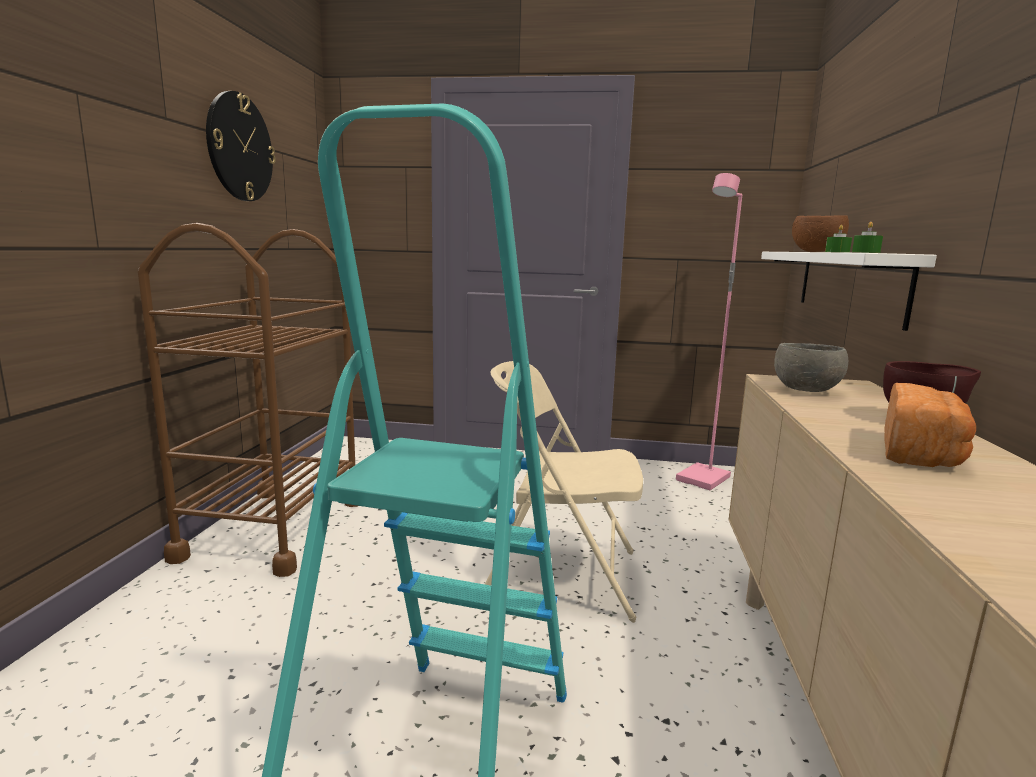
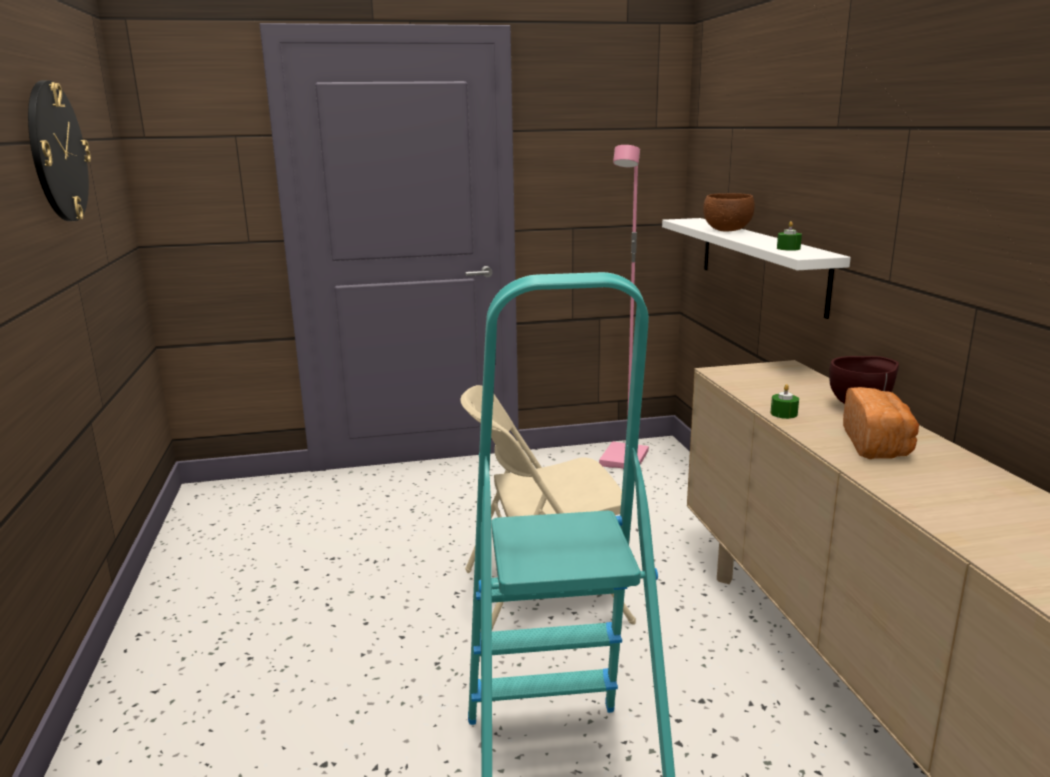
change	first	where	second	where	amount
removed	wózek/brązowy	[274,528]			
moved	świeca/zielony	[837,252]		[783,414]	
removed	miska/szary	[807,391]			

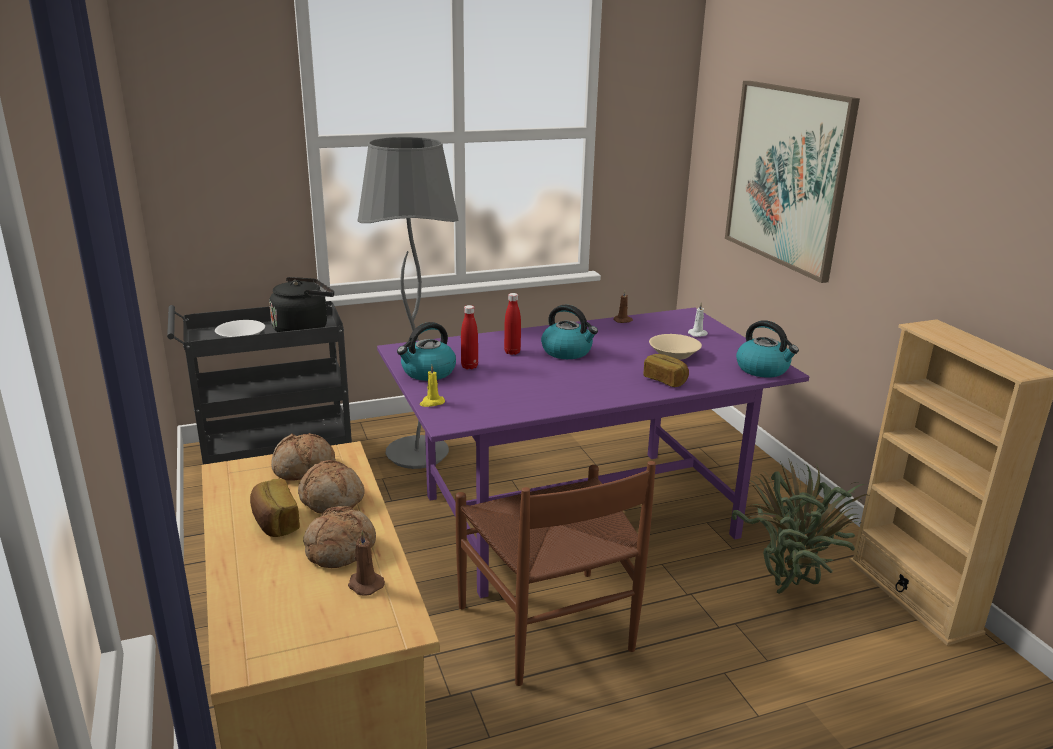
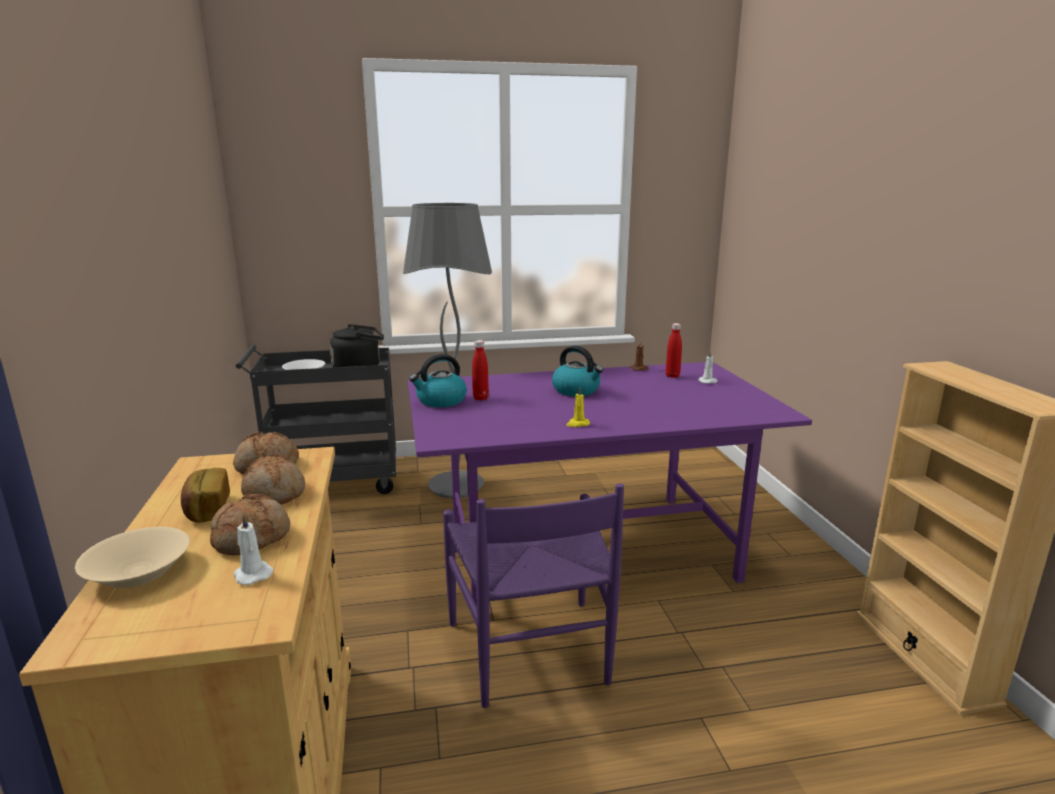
change	first	where	second	where	amount
removed	obraz	[787,176]			
moved	butelka/czerwony	[512,352]		[672,376]	
removed	czajnik	[763,369]			
moved	miska/beżowy	[674,354]		[138,572]	
removed	chleb	[665,380]			
moved	świeca/żółty	[431,403]		[577,424]	
removed	roślina doniczkowa	[791,587]			
recoloured	krzesło/brązowy	[550,628]	krzesło/fioletowy	[532,653]	
recoloured	świeca/brązowy	[364,584]	świeca/biały	[252,574]	

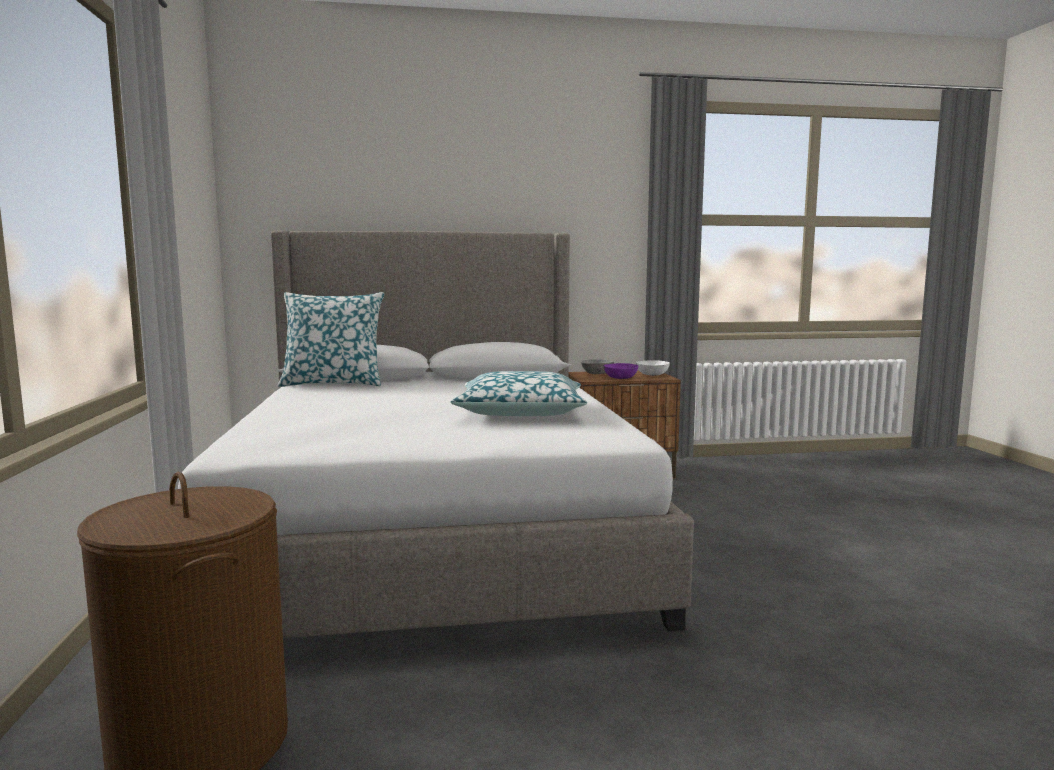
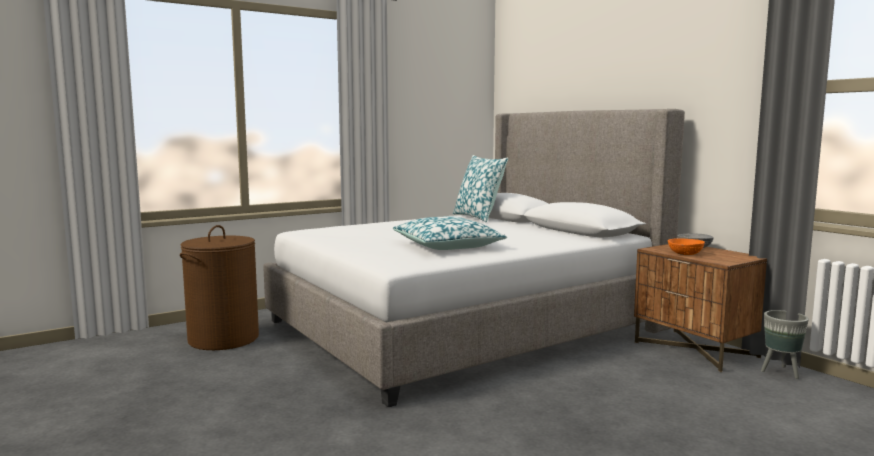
change	first	where	second	where	amount
removed	miska/biały	[652,374]			
recoloured	miska/fioletowy	[620,378]	miska/pomarańczowy	[685,253]	
added			donica/szary	[780,372]	

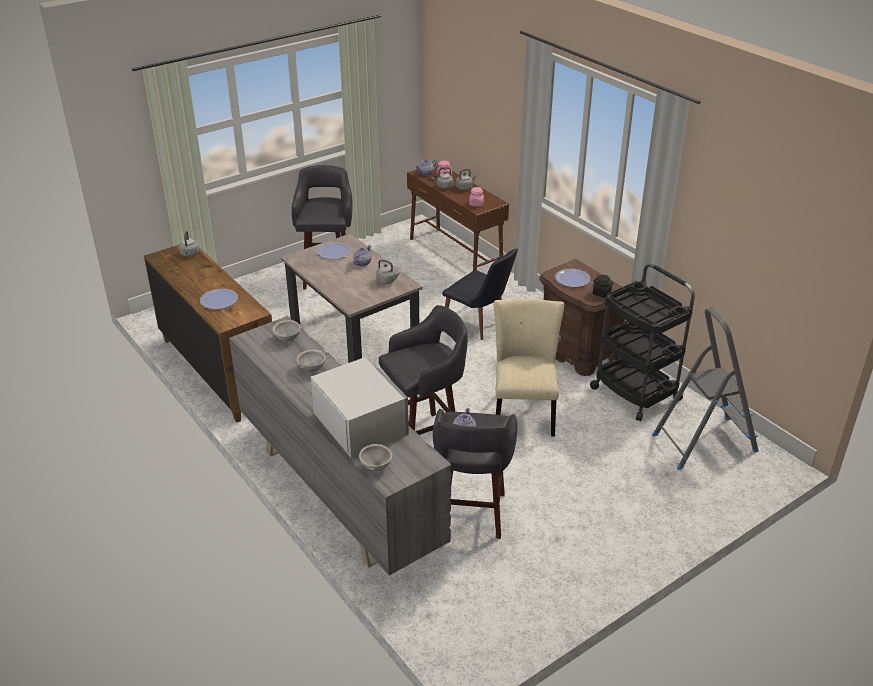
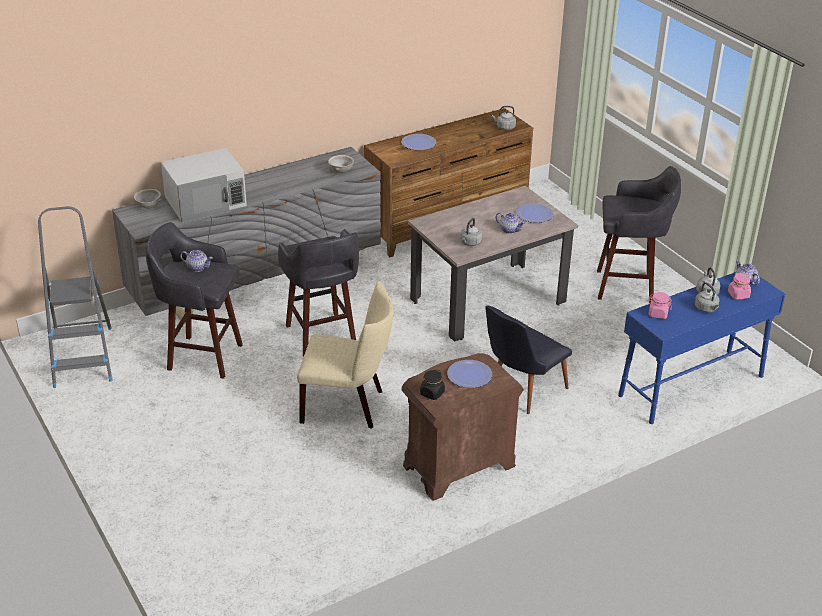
change	first	where	second	where	amount
recoloured	stolik konsolowy/brązowy	[455,255]	stolik konsolowy/niebieski	[690,386]	
removed	wózek/czarny	[634,393]			
moved	drabinka/szary	[705,442]		[83,357]	
removed	miska/szary	[311,369]			

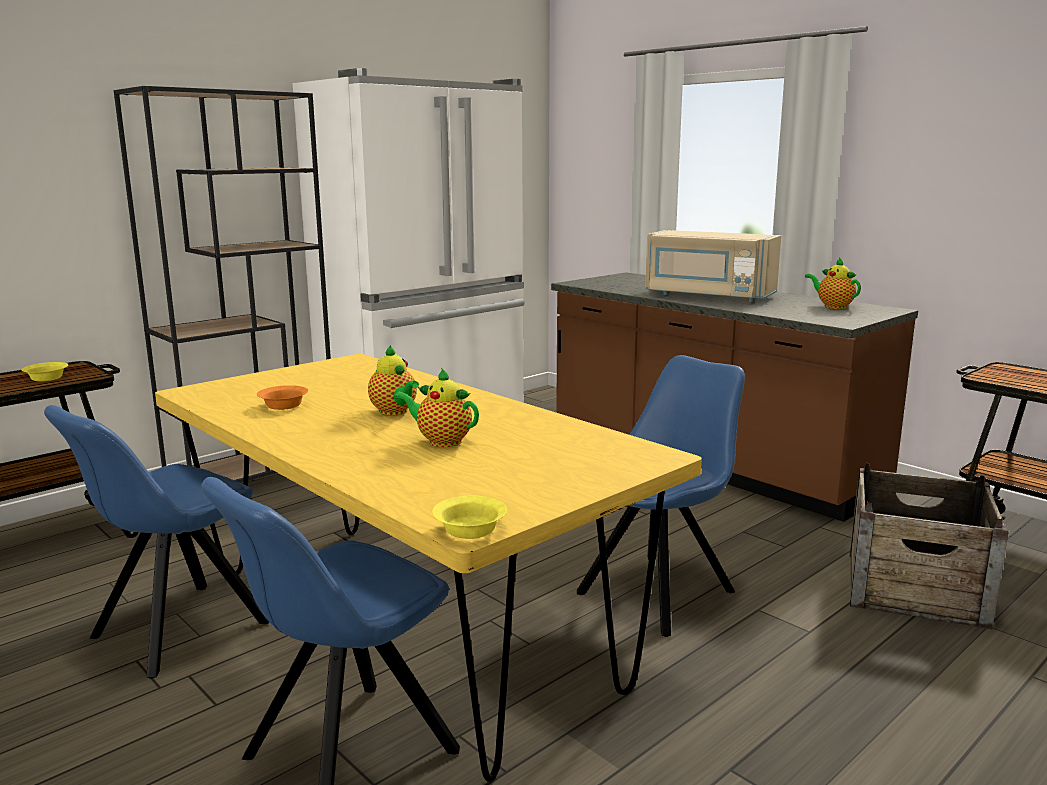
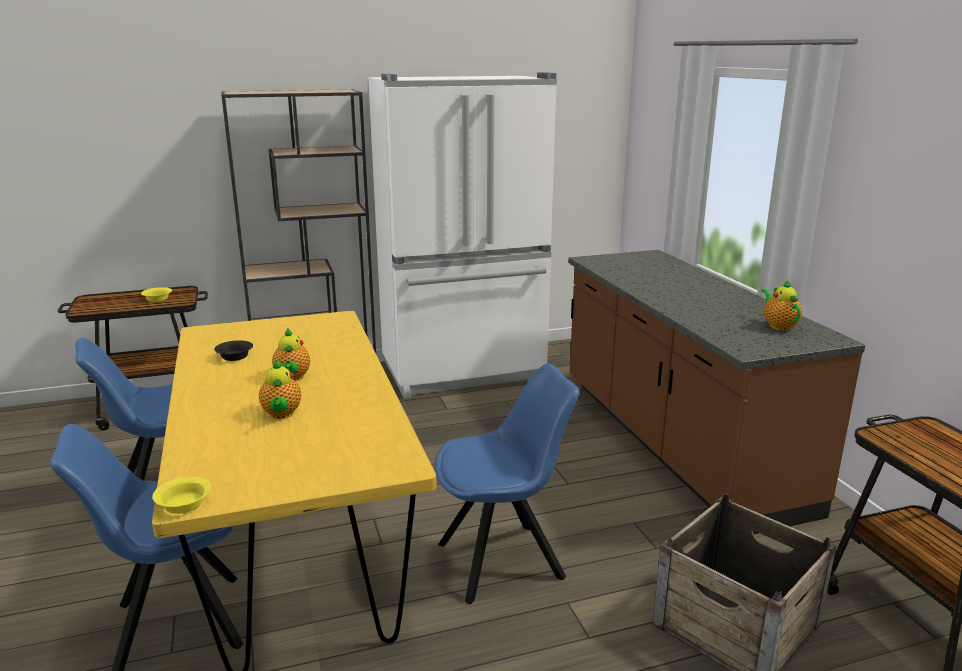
change	first	where	second	where	amount
removed	mikrofalówka/beżowy	[708,295]			
turned	imbryk	[441,441]		[281,414]	150 degrees counterclockwise
recoloured	miska/pomarańczowy	[283,405]	miska/czarny	[235,356]	

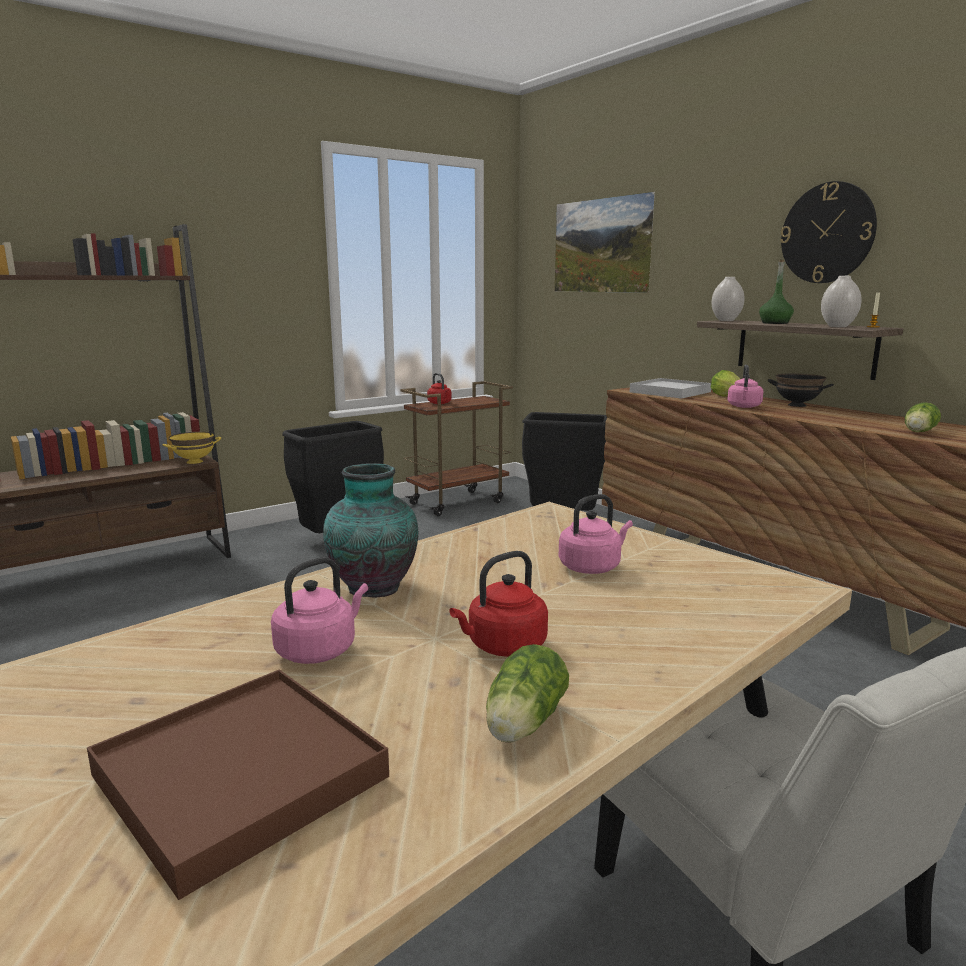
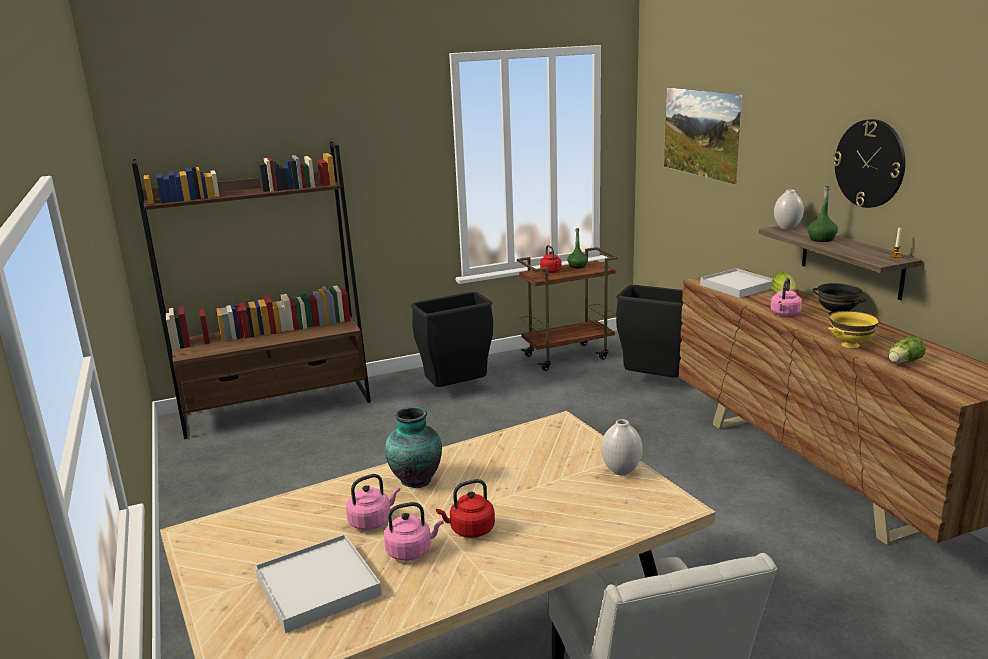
change	first	where	second	where	amount
moved	wazon/biały	[838,326]		[621,471]	
moved	miska/żółty	[194,462]		[850,345]	
moved	czajnik/różowy	[592,567]		[411,551]	
removed	sałata	[522,724]			
recoloured	taca/brązowy	[240,777]	taca/biały	[318,586]	
added			butelka/zielony	[577,266]	

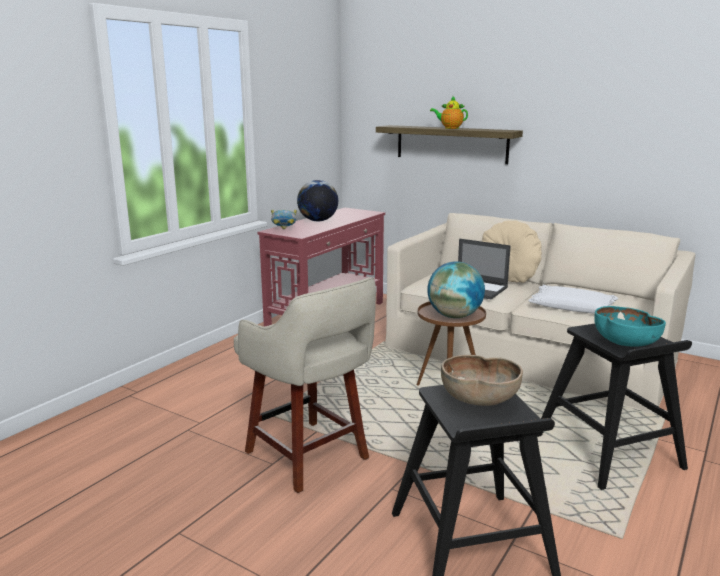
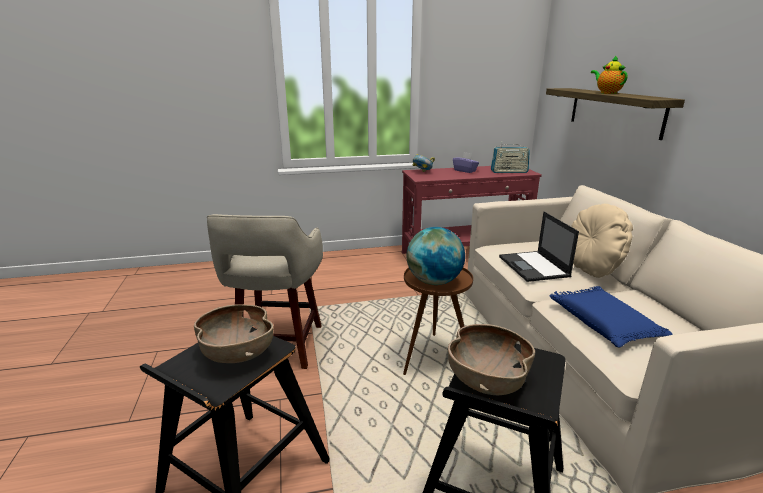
change	first	where	second	where	amount
replaced	globus	[318,221]	pudełko chusteczek/fioletowy	[465,170]	
recoloured	poduszka/biały	[572,305]	poduszka/niebieski	[604,321]	
recoloured	miska/turkusowy	[624,343]	miska/brązowy	[487,380]	
added			radio	[509,172]	

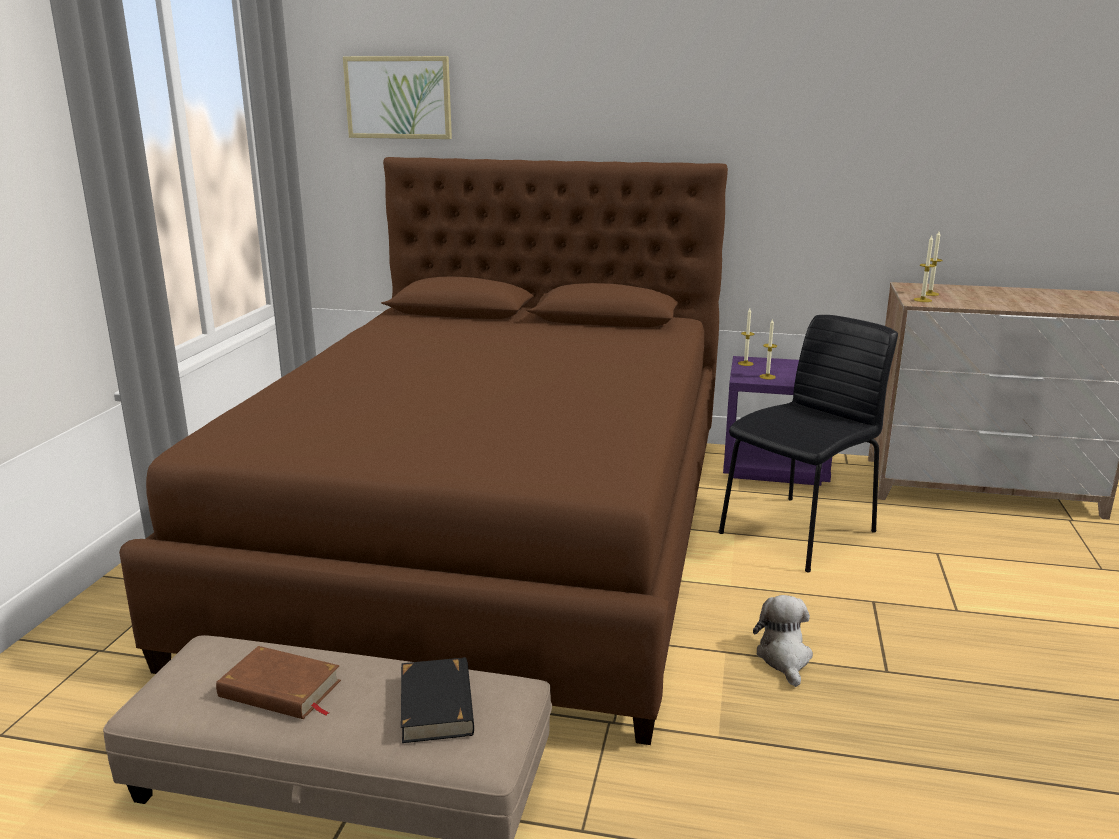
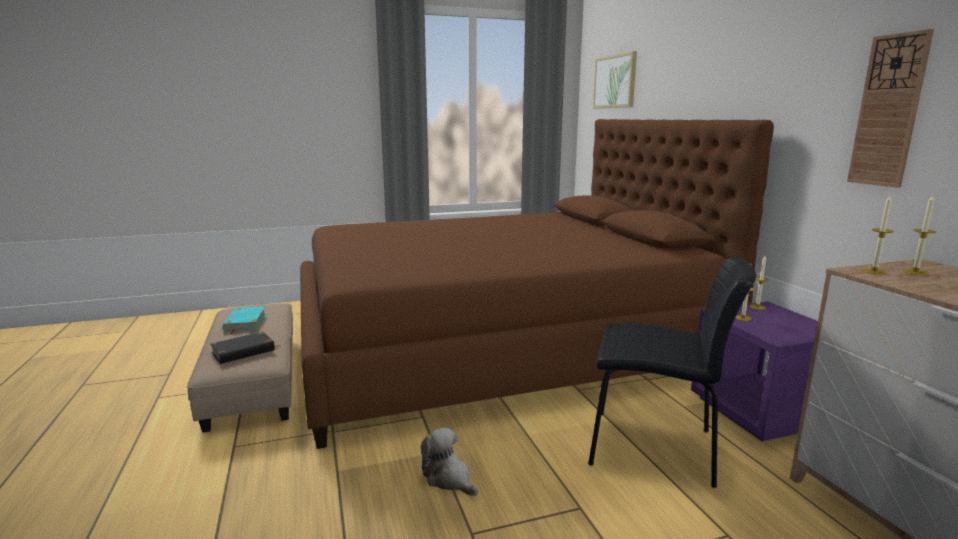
change	first	where	second	where	amount
turned	pluszak	[784,658]		[449,478]	105 degrees counterclockwise
recoloured	książka/brązowy	[280,690]	książka/turkusowy	[245,322]	
added			zegar ścienny	[888,111]	

